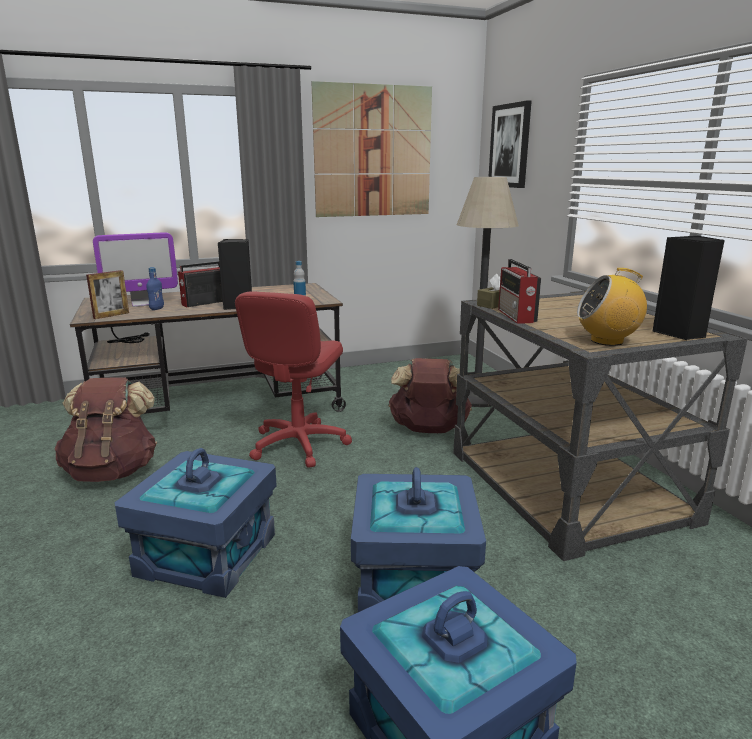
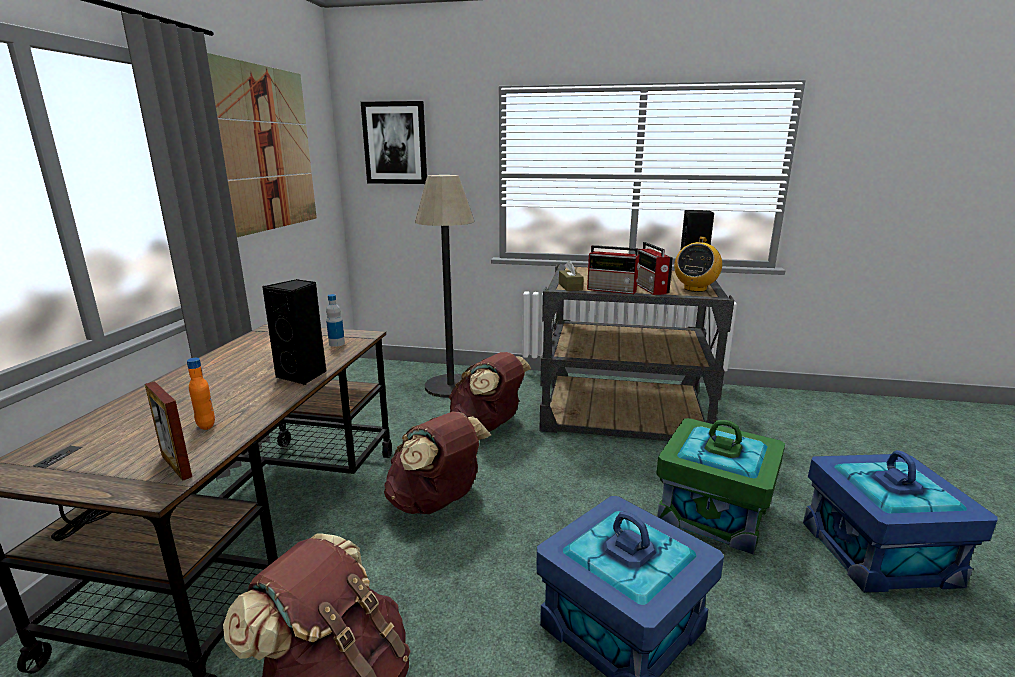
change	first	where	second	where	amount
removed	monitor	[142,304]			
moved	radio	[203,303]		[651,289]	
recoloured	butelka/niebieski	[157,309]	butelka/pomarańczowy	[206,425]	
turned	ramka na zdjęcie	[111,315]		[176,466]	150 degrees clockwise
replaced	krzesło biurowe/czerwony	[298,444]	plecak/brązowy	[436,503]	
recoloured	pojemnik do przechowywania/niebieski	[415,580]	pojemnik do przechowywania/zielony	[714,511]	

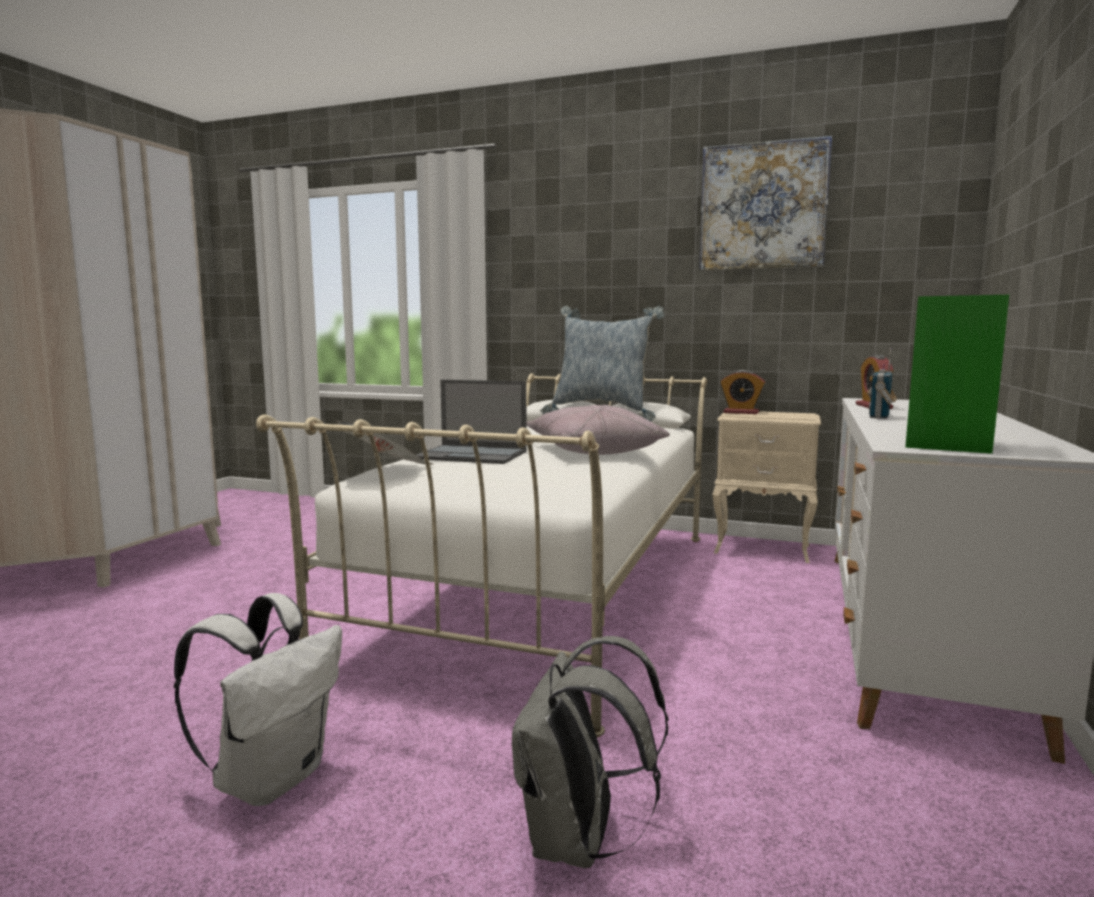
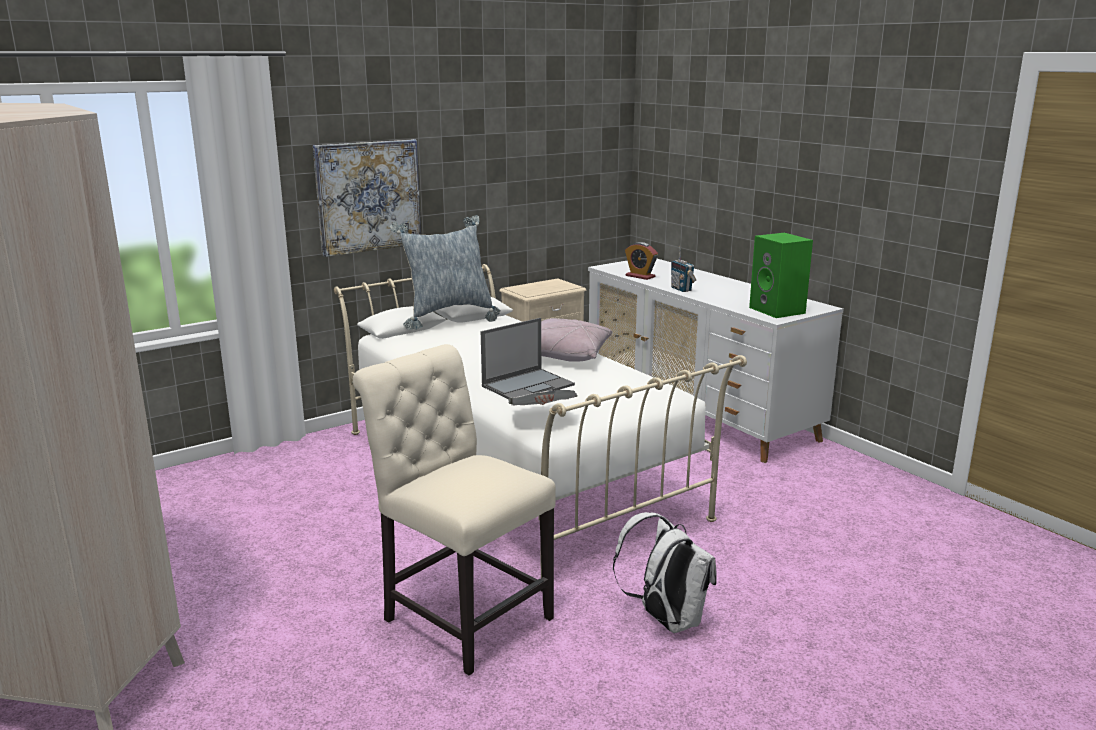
change	first	where	second	where	amount
moved	obraz	[763,206]		[368,196]	
removed	budzik	[741,412]			
removed	plecak/szary	[577,842]			
added			krzesło/beżowy	[461,615]	

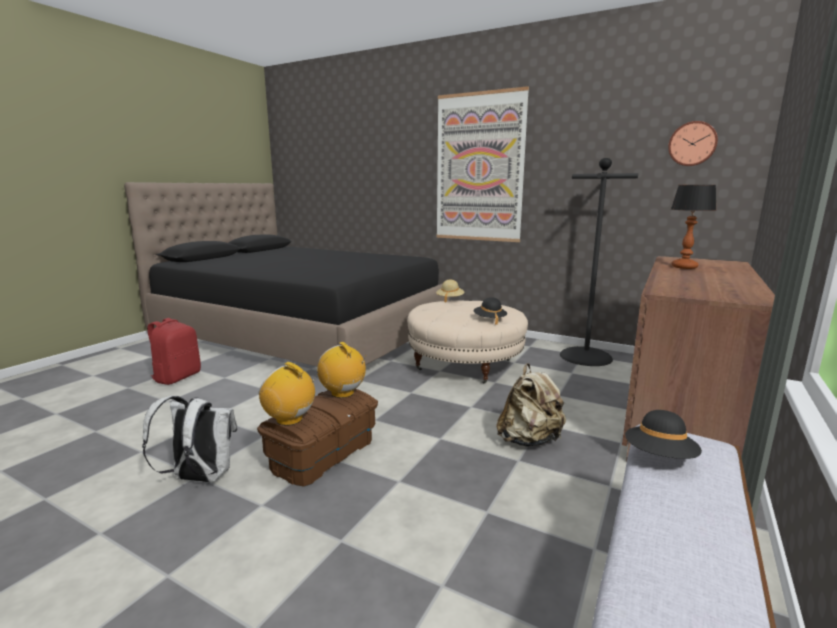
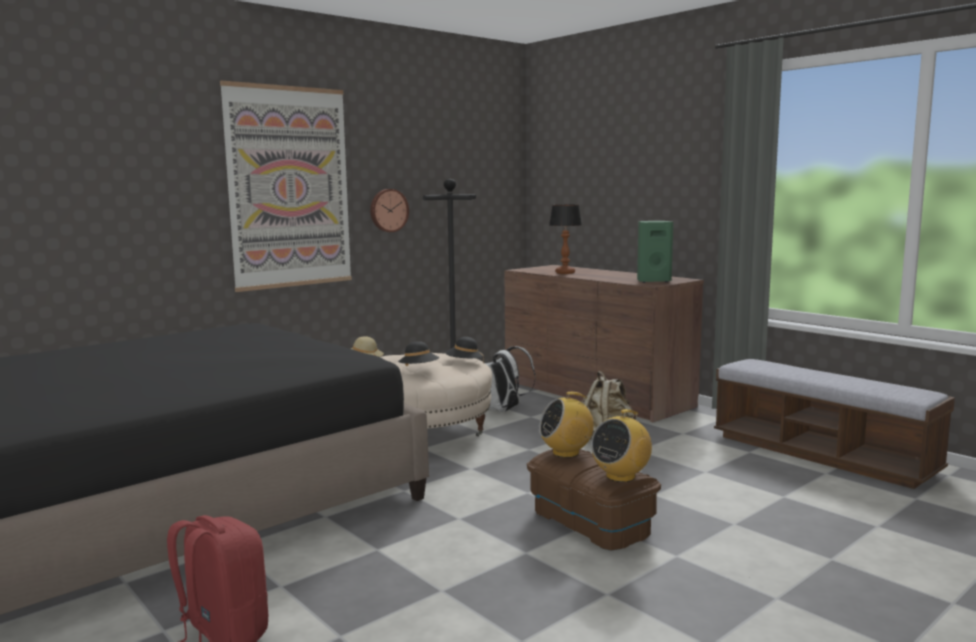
change	first	where	second	where	amount
moved	zegar ścienny	[692,144]		[388,210]	
moved	plecak/biały	[199,478]		[504,410]	
moved	kapelusz/czarny	[659,457]		[419,369]	
added			głośnik/zielony	[652,281]	

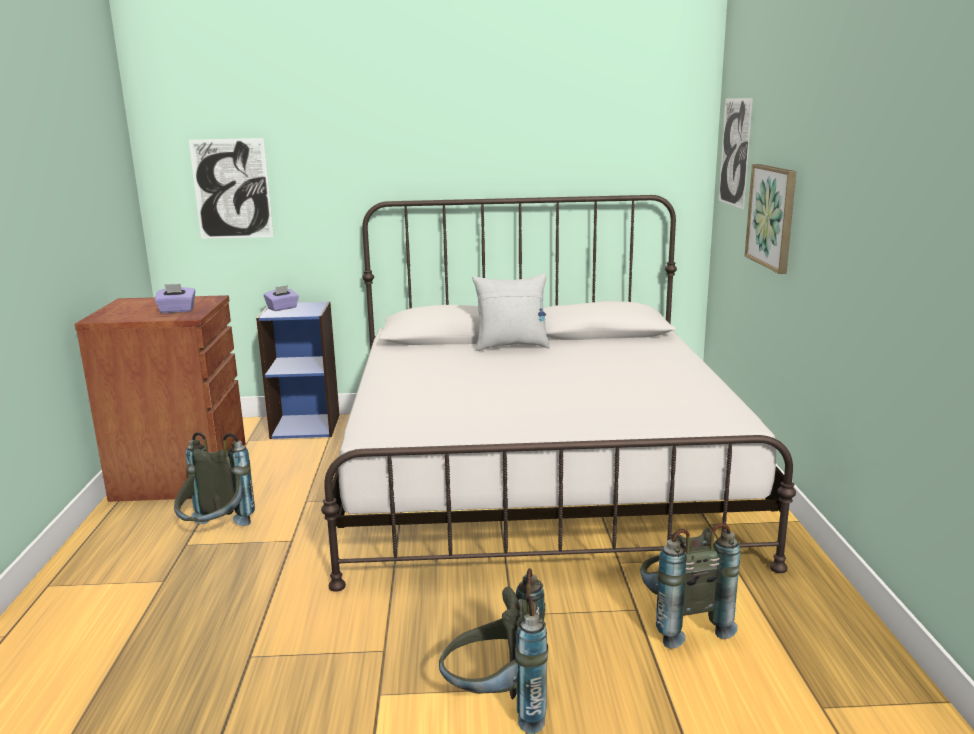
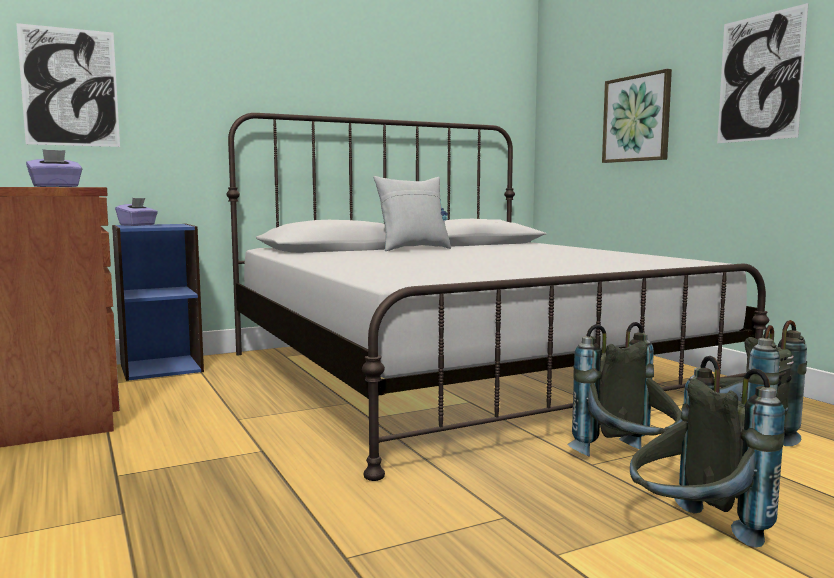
change	first	where	second	where	amount
moved	obraz	[734,152]		[759,78]	
moved	plecak/szary	[216,534]		[628,463]	

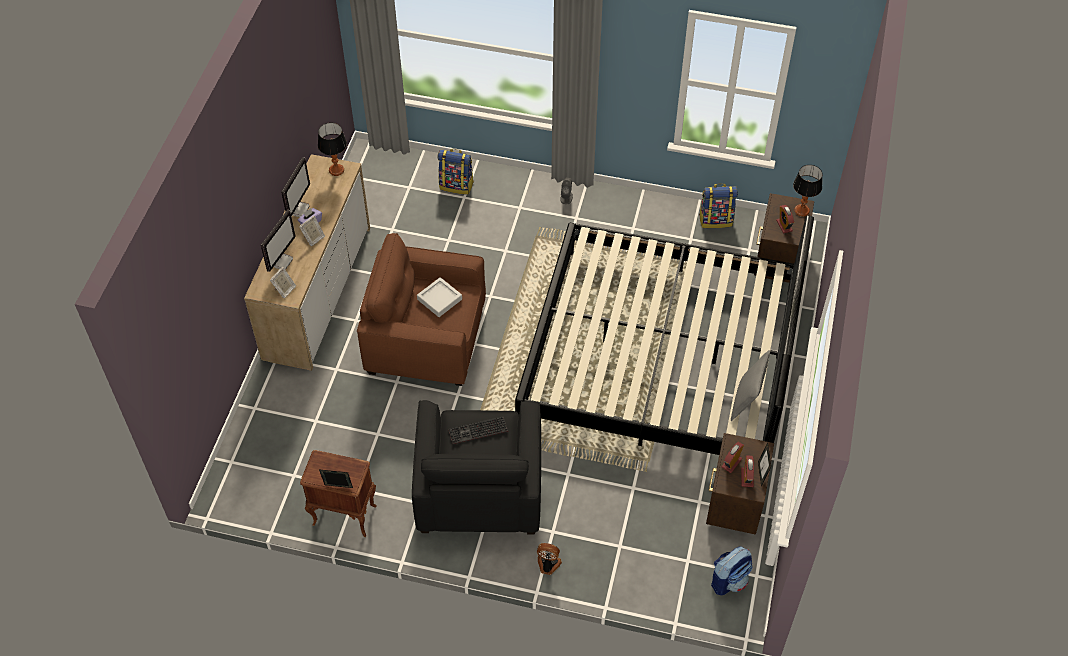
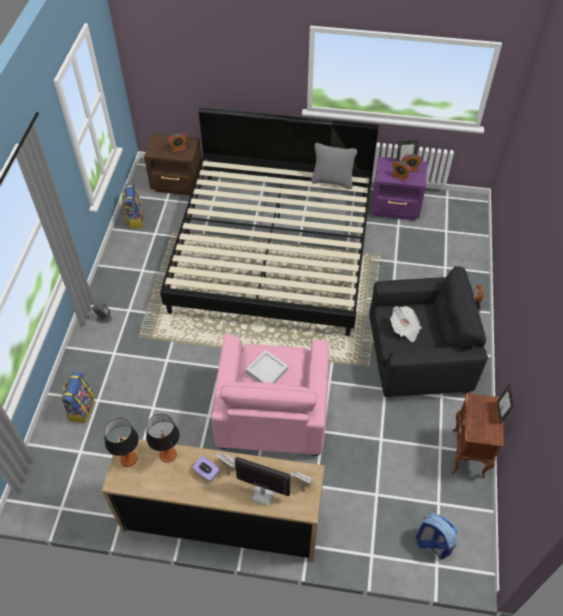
change	first	where	second	where	amount
removed	monitor	[298,209]			
moved	lampa stołowa	[802,210]		[168,454]	
recoloured	fotel/brązowy	[427,339]	fotel/różowy	[272,412]	
replaced	klawiatura	[477,432]	gazeta	[404,329]	
recoloured	szafka nocna/brązowy	[733,504]	szafka nocna/fioletowy	[396,208]	
moved	plecak	[729,580]		[432,543]	

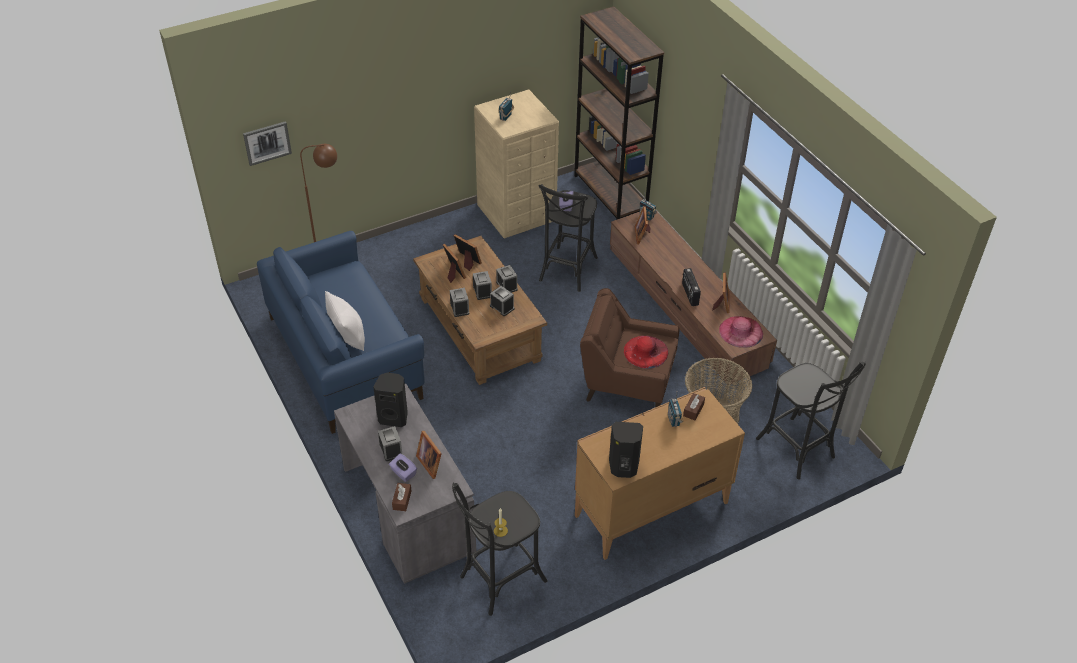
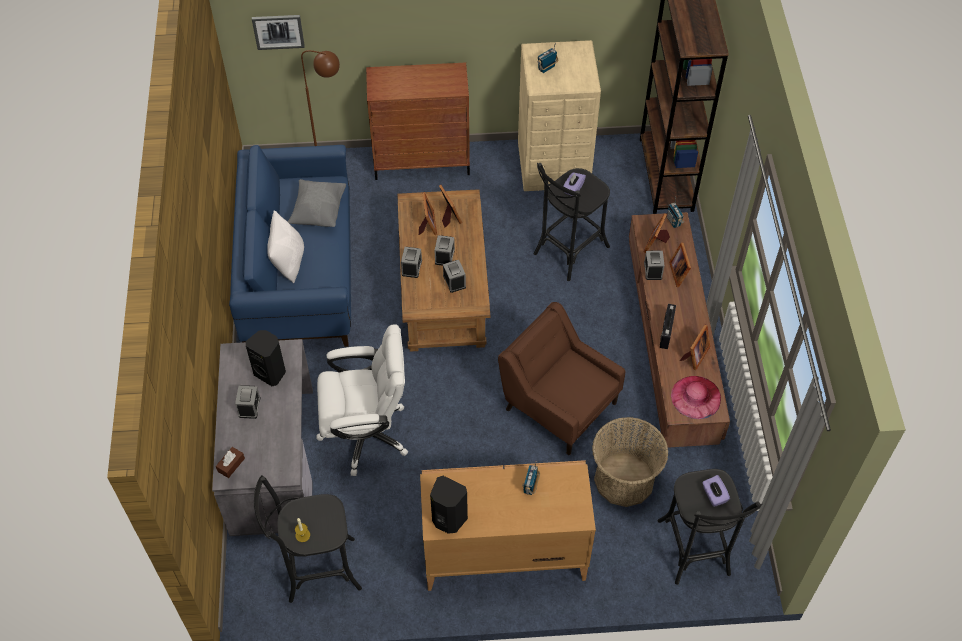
change	first	where	second	where	amount
moved	budzik	[506,286]		[653,270]	
removed	kapelusz/czerwony	[646,351]			
removed	pudełko chusteczek/brązowy	[693,410]			
moved	ramka na zdjęcie	[431,463]		[680,272]	
moved	pudełko chusteczek/fioletowy	[403,473]		[714,496]	
added			komoda/brązowy	[422,161]	
added			poduszka/szary	[318,212]	
added			krzesło biurowe/biały	[365,434]	

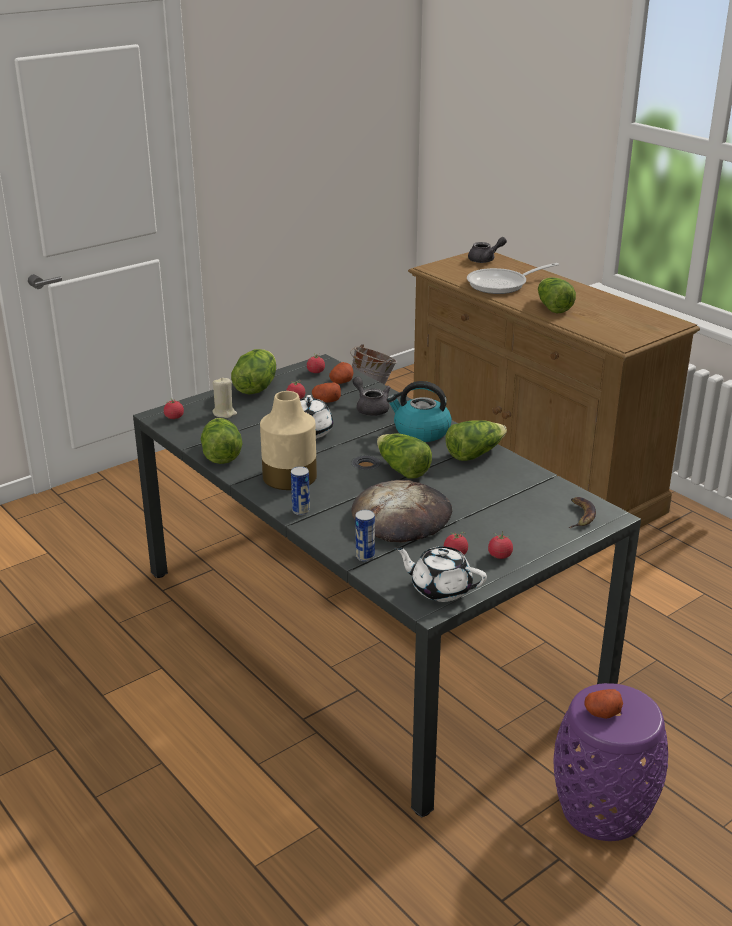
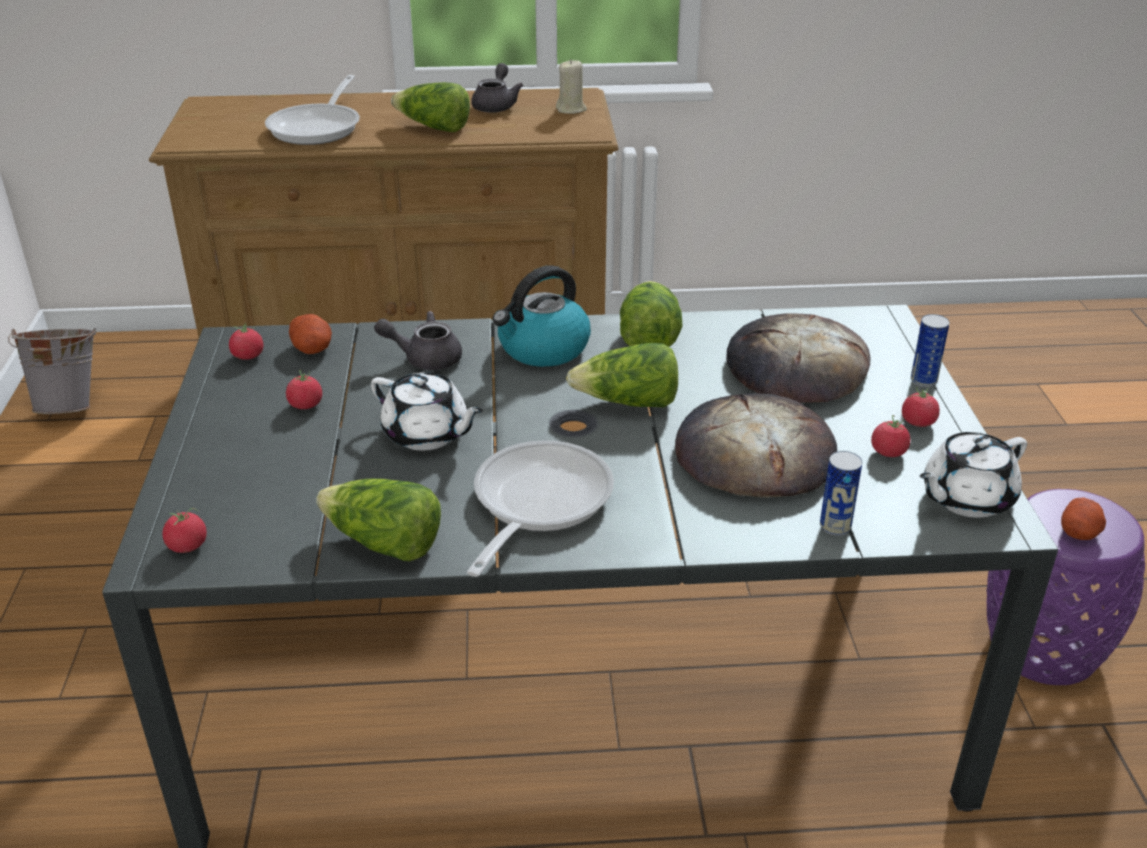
change	first	where	second	where	amount
moved	imbryk/szary	[485,260]		[496,105]	
removed	sałata	[255,388]			
moved	świeca/beżowy	[224,413]		[571,109]	
removed	ziemniak	[326,401]			
replaced	wazon/beżowy	[289,476]	patelnia	[536,503]	
moved	puszka	[301,511]		[923,380]	
removed	banan	[580,515]			
added			chleb	[796,367]	

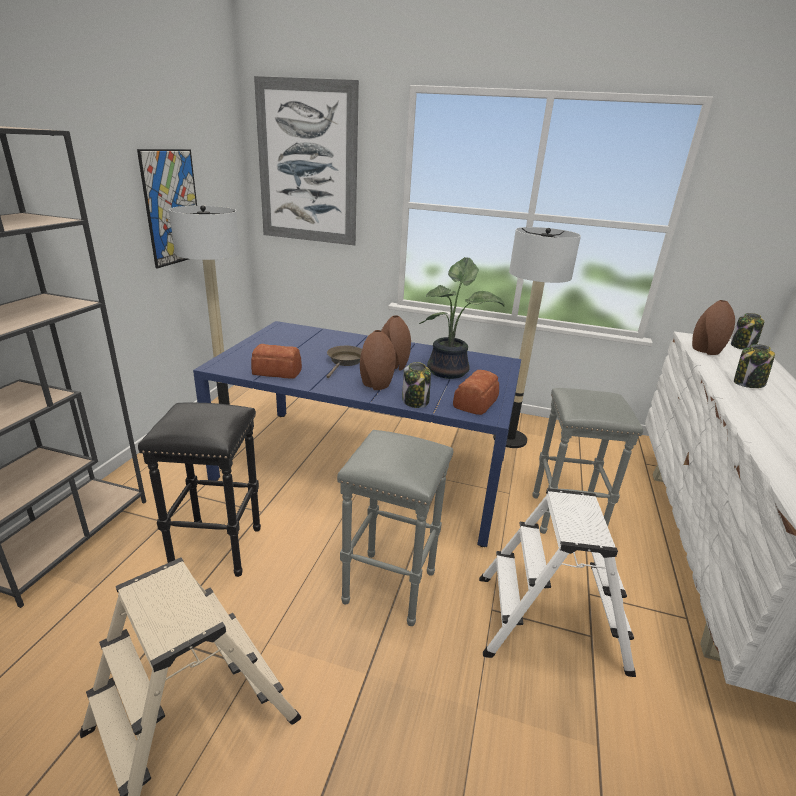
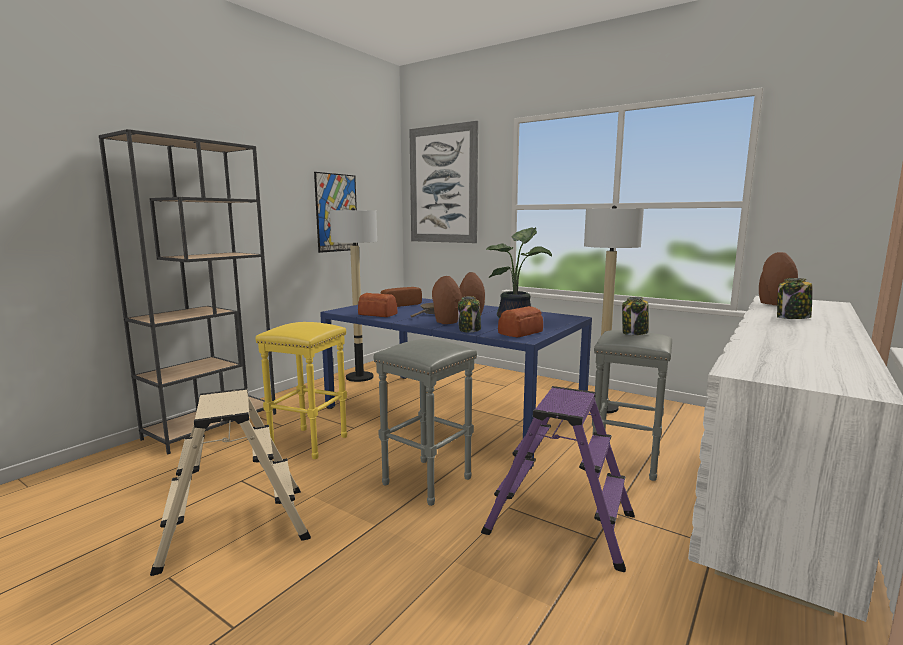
change	first	where	second	where	amount
moved	słoik	[742,346]		[634,333]	
recoloured	stołek/czarny	[215,549]	stołek/żółty	[307,443]	
recoloured	drabinka/biały	[550,623]	drabinka/fioletowy	[560,524]	
added			chleb	[399,305]	

